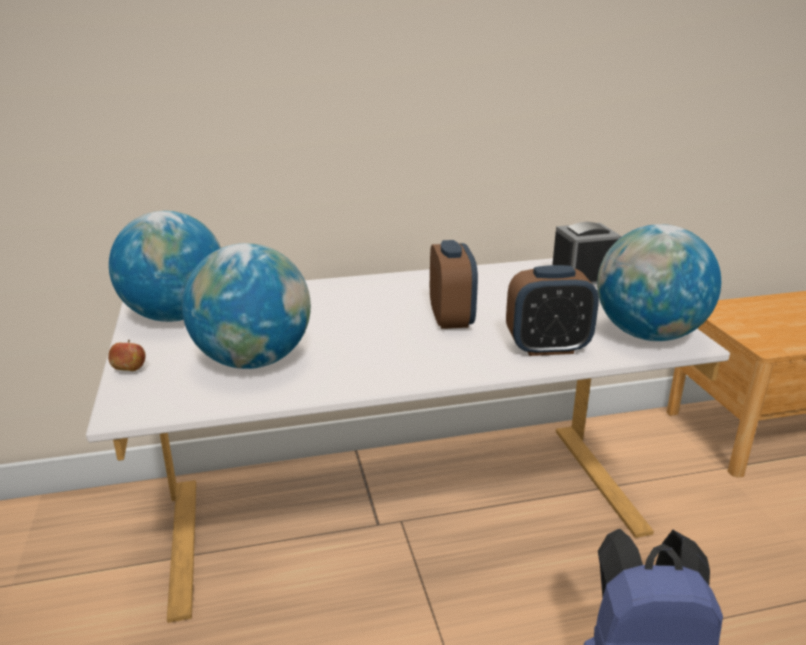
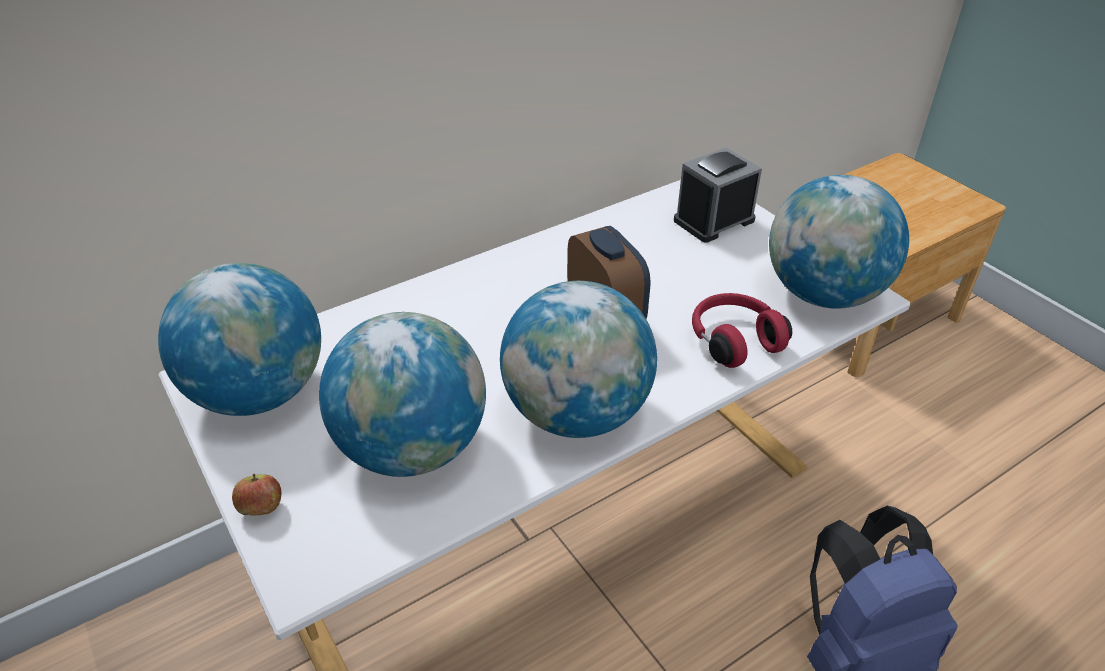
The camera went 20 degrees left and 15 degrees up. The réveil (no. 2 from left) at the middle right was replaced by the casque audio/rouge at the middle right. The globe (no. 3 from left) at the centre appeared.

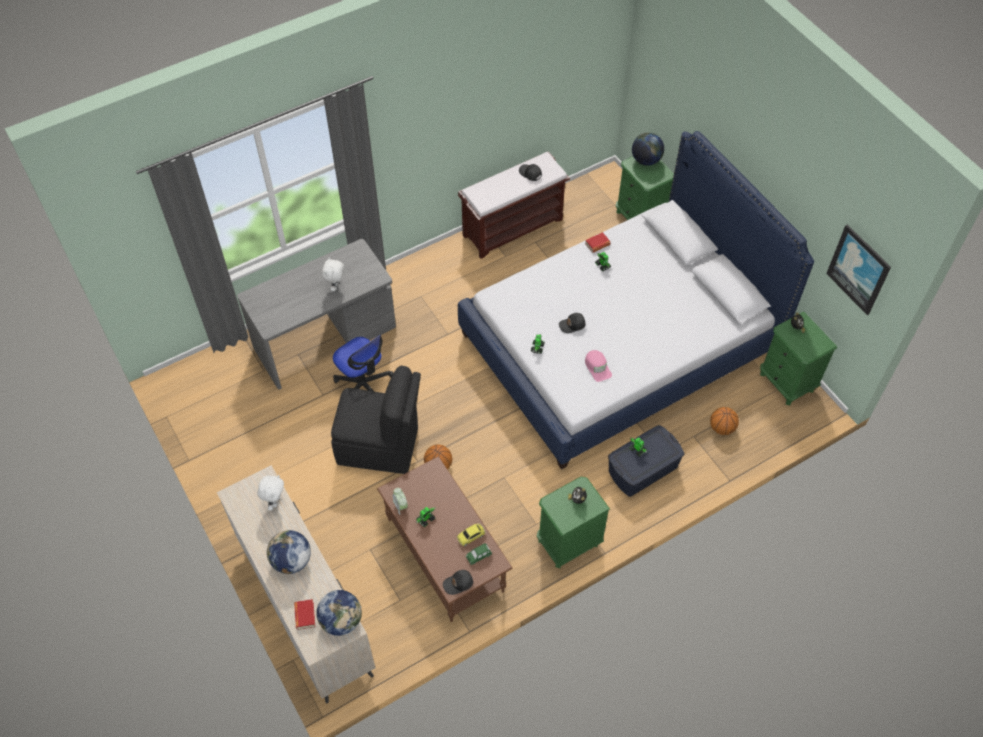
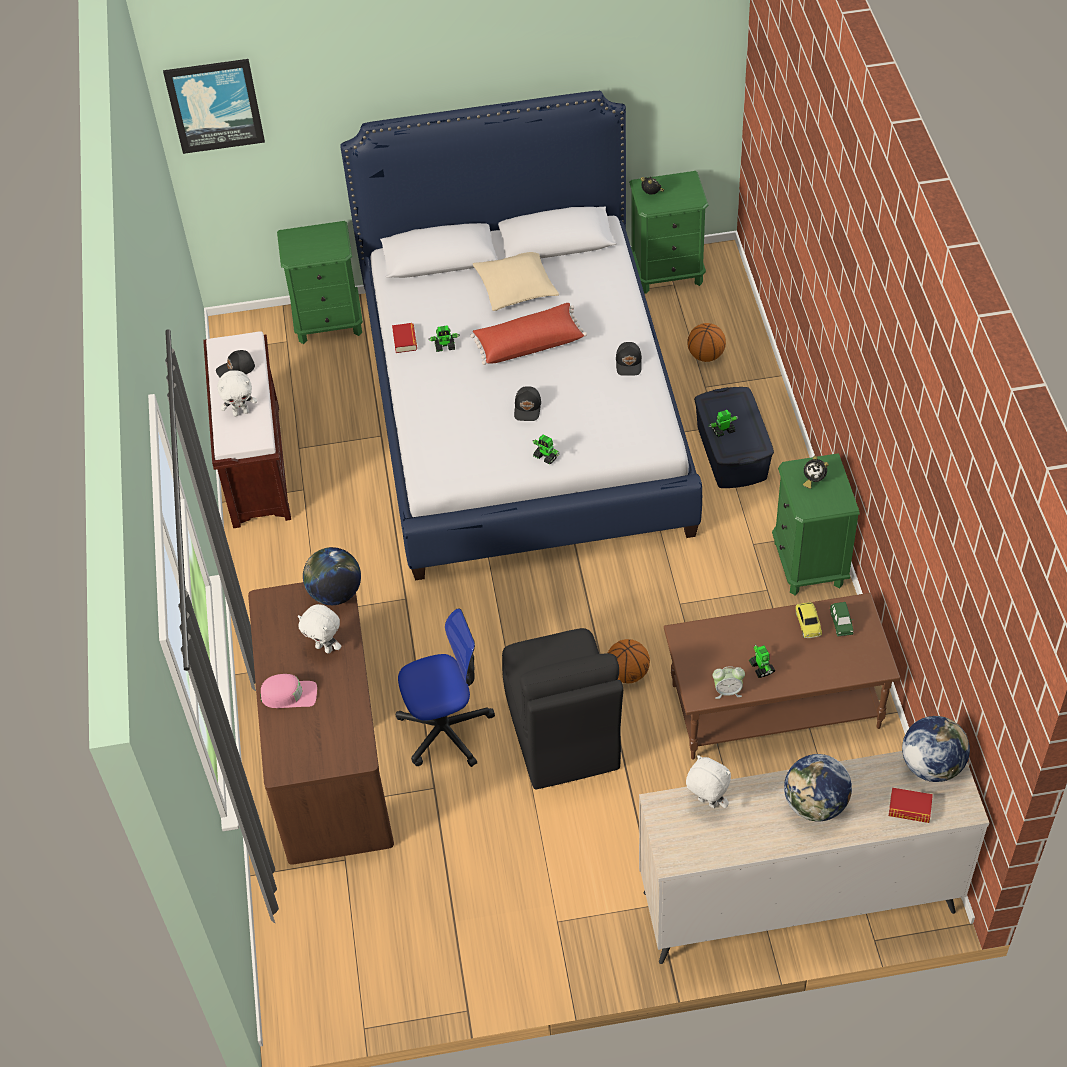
The camera went 65 degrees left and 5 degrees down. The bureau/gris at the middle left became the bureau/marron at the bottom left. The chaise/noir at the centre turned 135 degrees clockwise. The casquette/noir (no. 1 from left in the first image) moved from the bottom centre to the centre. The casquette/rose moved from the centre to the middle left. The globe (no. 3 from left in the first image) moved from the top centre to the middle left. The tableau moved from the middle right to the top left. The peluche/blanc (no. 1 from left) at the middle left appeared. The coussin/rouge at the top centre appeared. The coussin/beige at the top centre appeared.

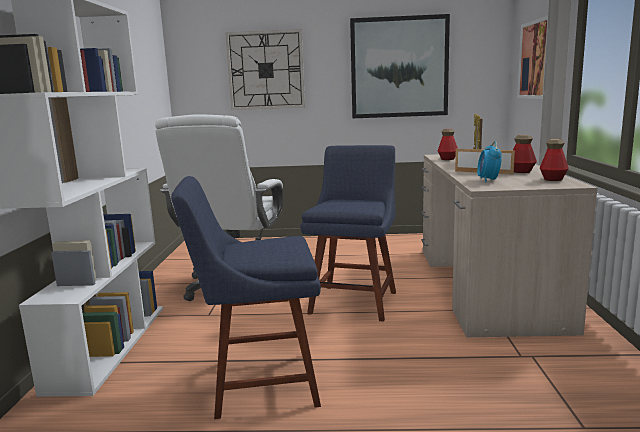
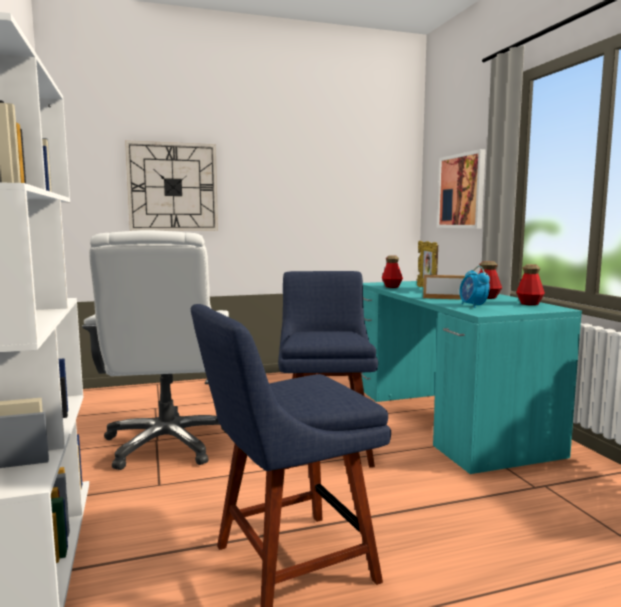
The camera went 20 degrees left and 5 degrees down. The tableau (no. 1 from left) at the top centre disappeared. The bureau/beige at the middle right became the bureau/turquoise at the middle right.

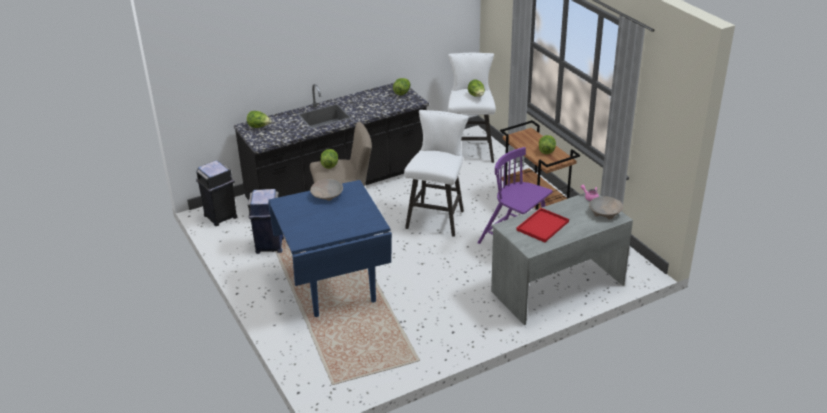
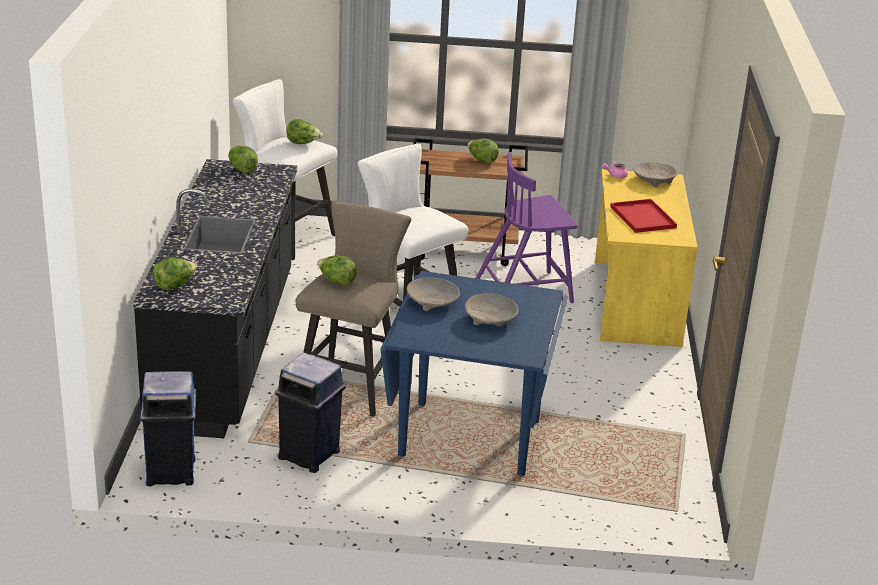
The camera went 60 degrees left and 5 degrees down. The poubelle/noir at the middle left became the poubelle/bleu (no. 1 from left) at the bottom left. The bureau/gris at the middle right became the bureau/jaune at the middle right. The bol/beige (no. 2 from left) at the centre appeared.

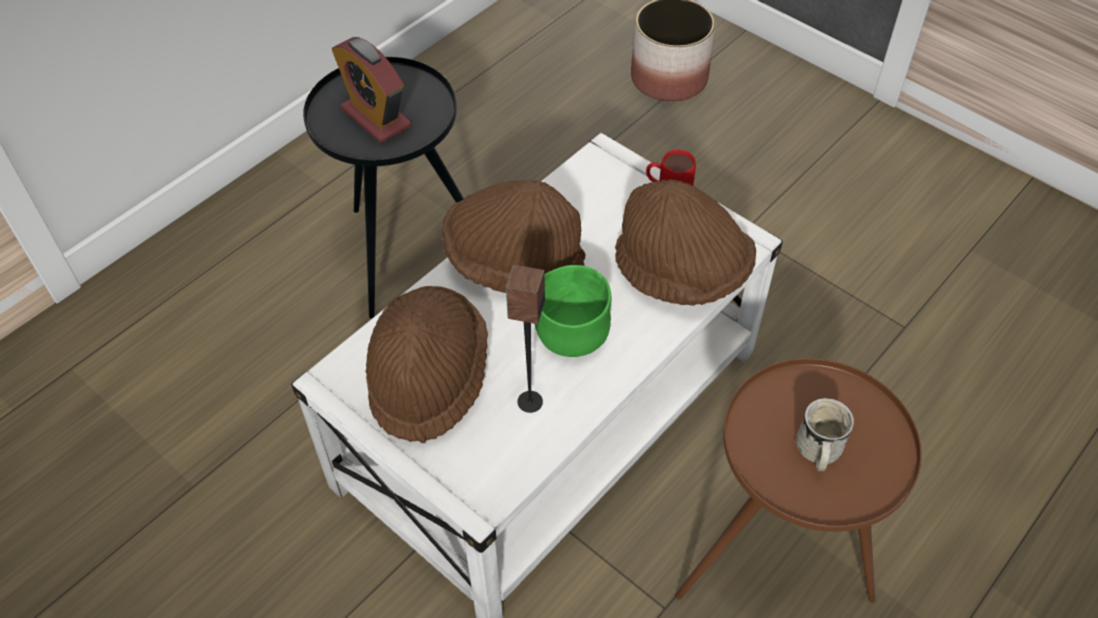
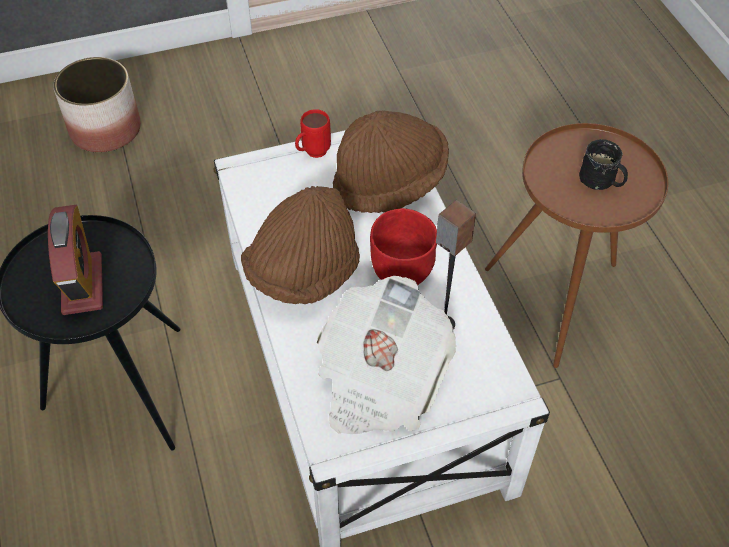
The camera went 60 degrees left and 0 degrees up. The réveil at the top centre turned 90 degrees counterclockwise. The chapeau/marron (no. 1 from left) at the centre was replaced by the journal at the centre. The bol/vert at the centre became the bol/rouge at the centre. The mug/blanc at the bottom right became the mug/noir at the top right.

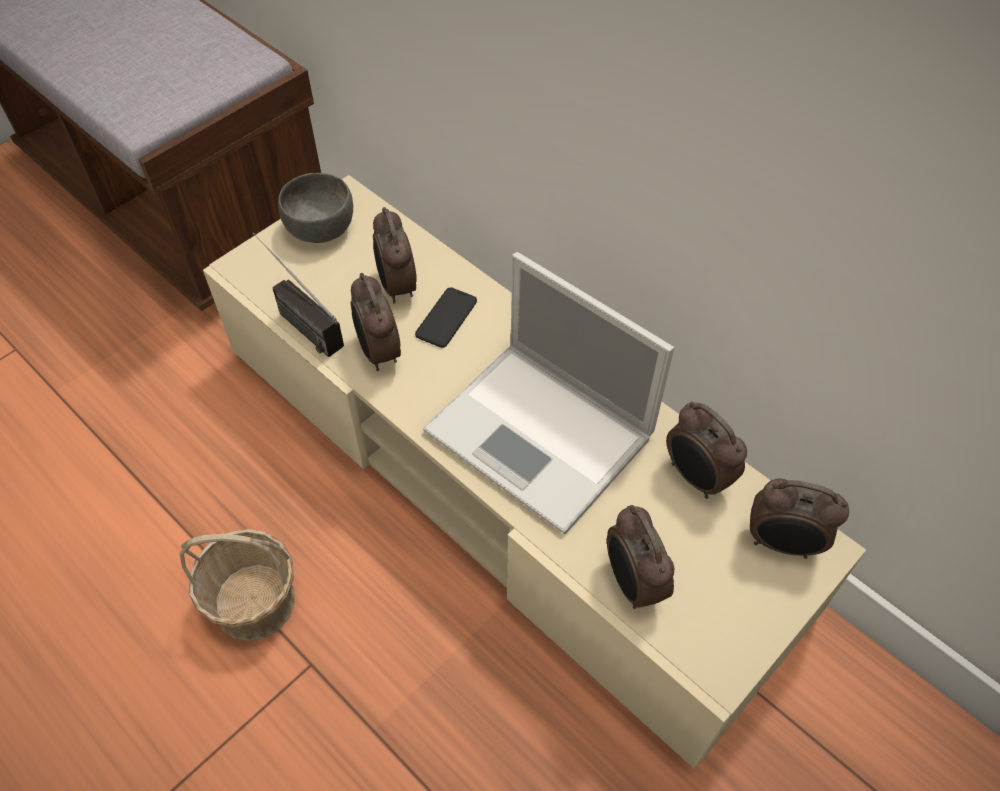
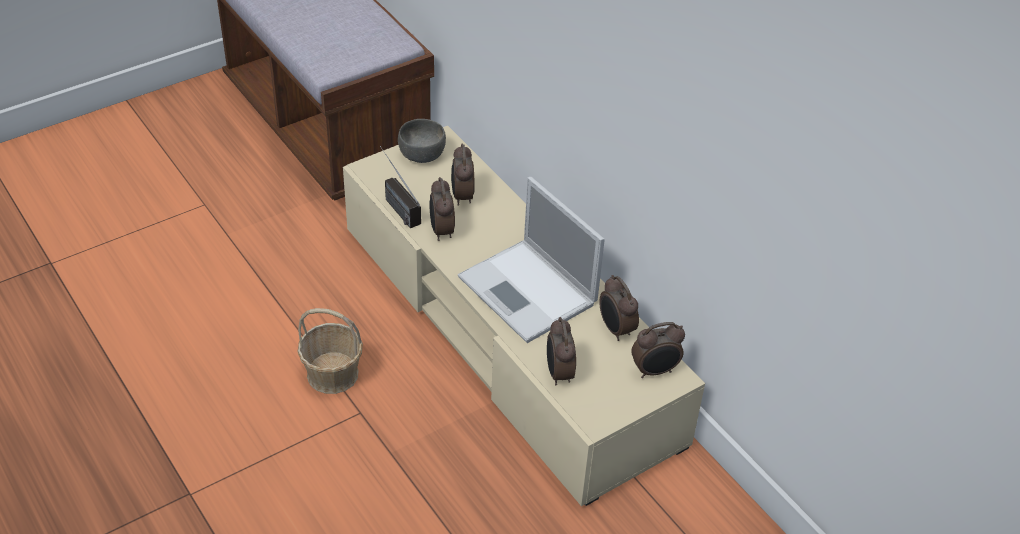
The camera went 10 degrees right and 10 degrees down. The téléphone at the centre disappeared. The réveil (no. 5 from left) at the middle right turned 45 degrees counterclockwise.

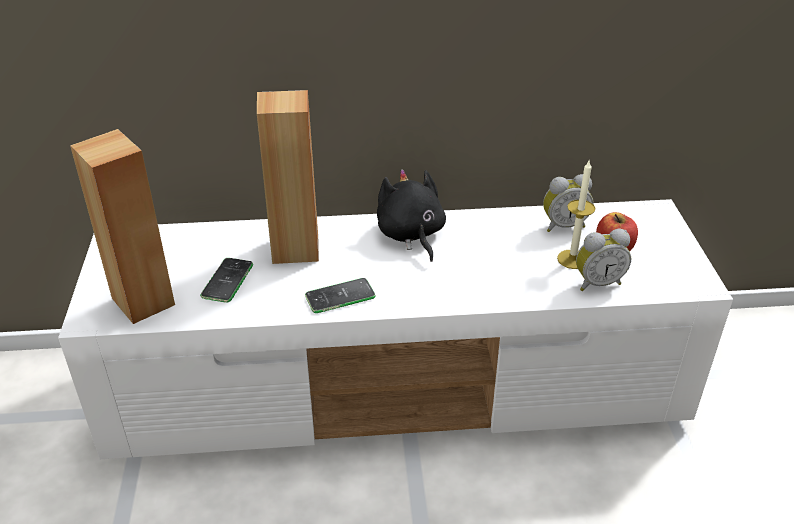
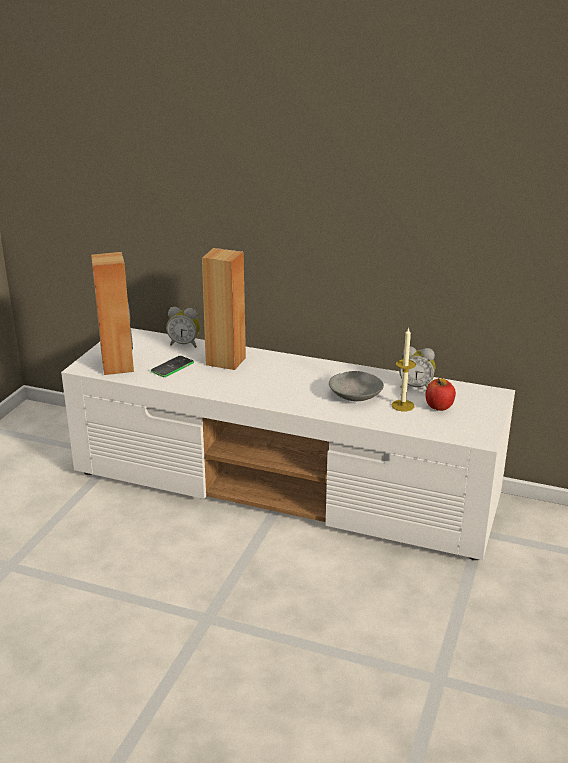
The camera went 25 degrees right and 10 degrees down. The téléphone (no. 2 from left) at the centre disappeared. The peluche/noir at the centre disappeared. The réveil (no. 2 from left in the first image) moved from the middle right to the middle left. The bol/gris at the centre appeared.

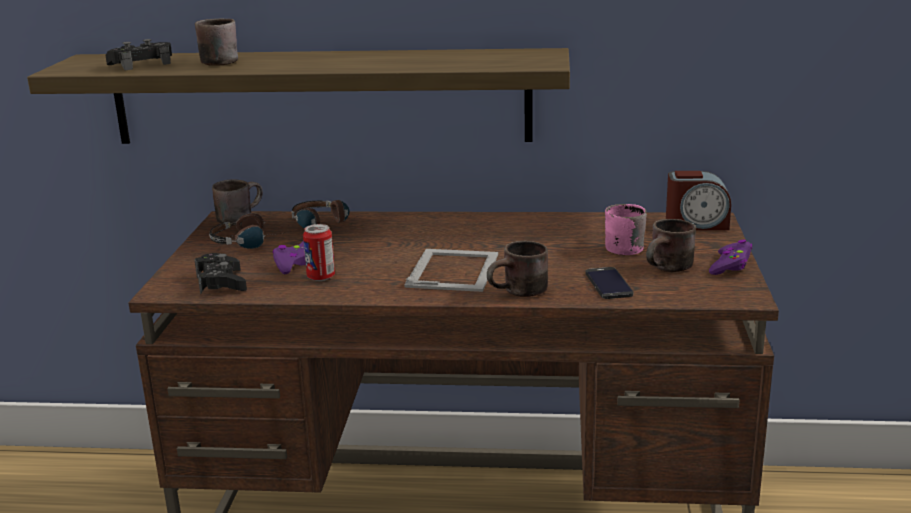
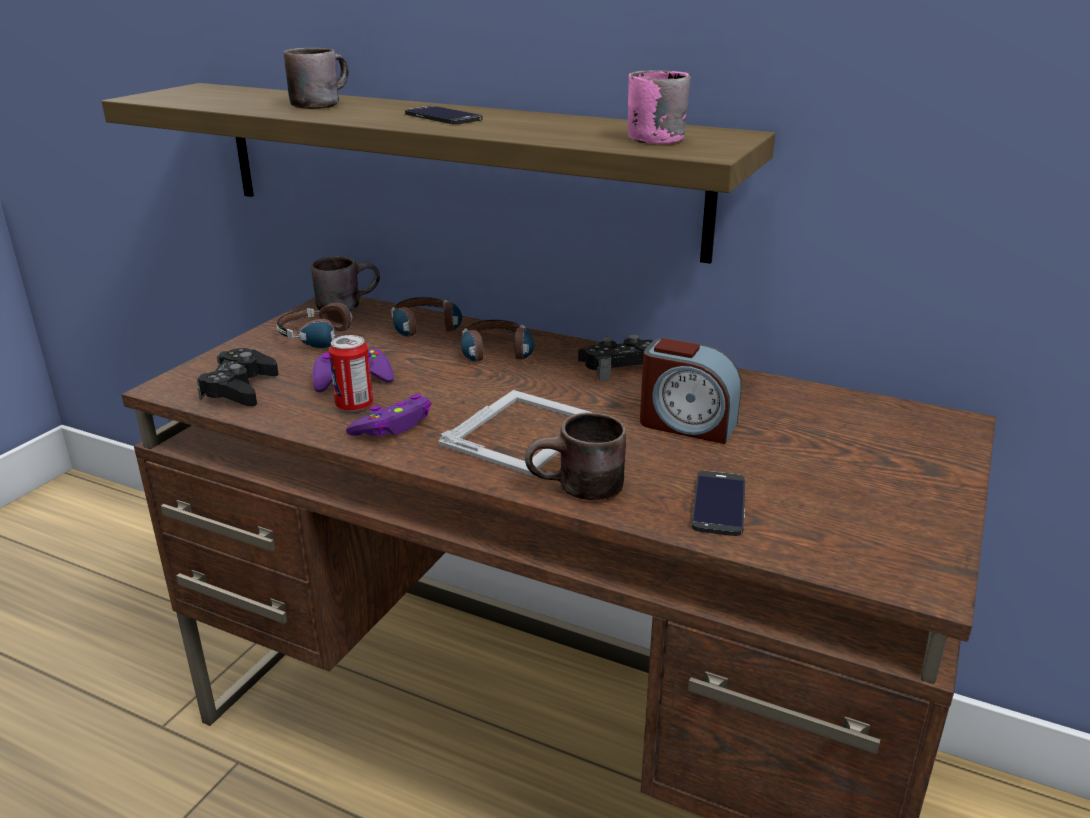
The camera went 20 degrees right and 5 degrees up. The manette/noir (no. 1 from left in the first image) moved from the top left to the centre. The mug/rose moved from the middle right to the top centre. The mug/marron (no. 4 from left) at the middle right disappeared. The réveil moved from the middle right to the centre. The manette/violet (no. 2 from left) moved from the middle right to the centre. The téléphone (no. 1 from left) at the top centre appeared. The casque audio (no. 3 from left) at the centre appeared.

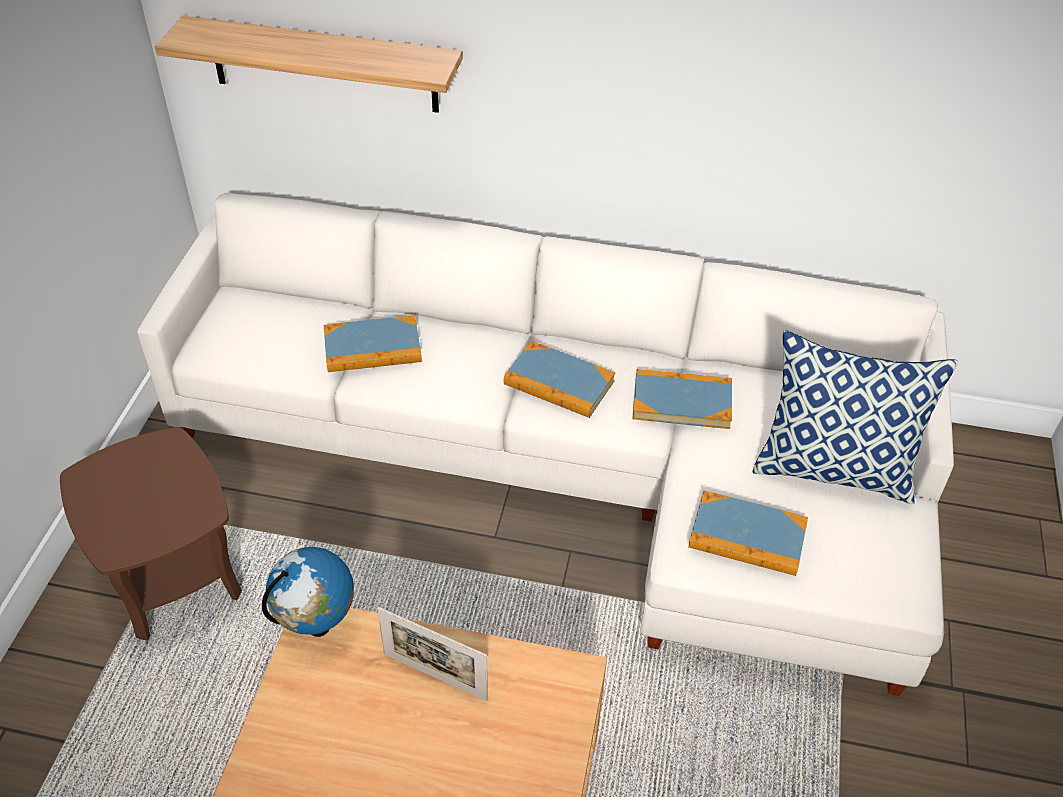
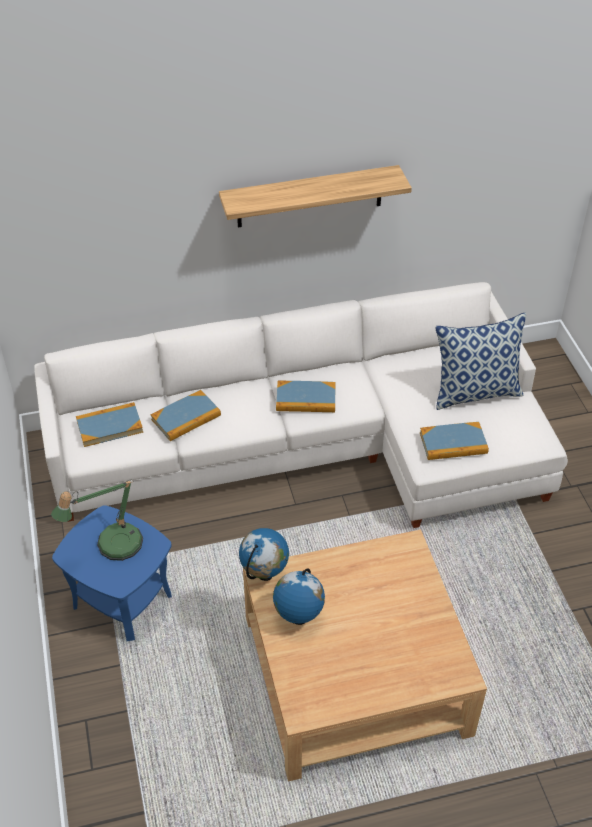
The camera went 25 degrees left and 0 degrees up. The table d'appoint/marron at the bottom left became the table d'appoint/bleu at the bottom left. The étagère moved from the top left to the top centre. The cadre photo at the bottom centre disappeared. The livre (no. 3 from left in the first image) moved from the centre to the middle left. The lampe de table at the middle left appeared. The globe (no. 2 from left) at the bottom centre appeared.

